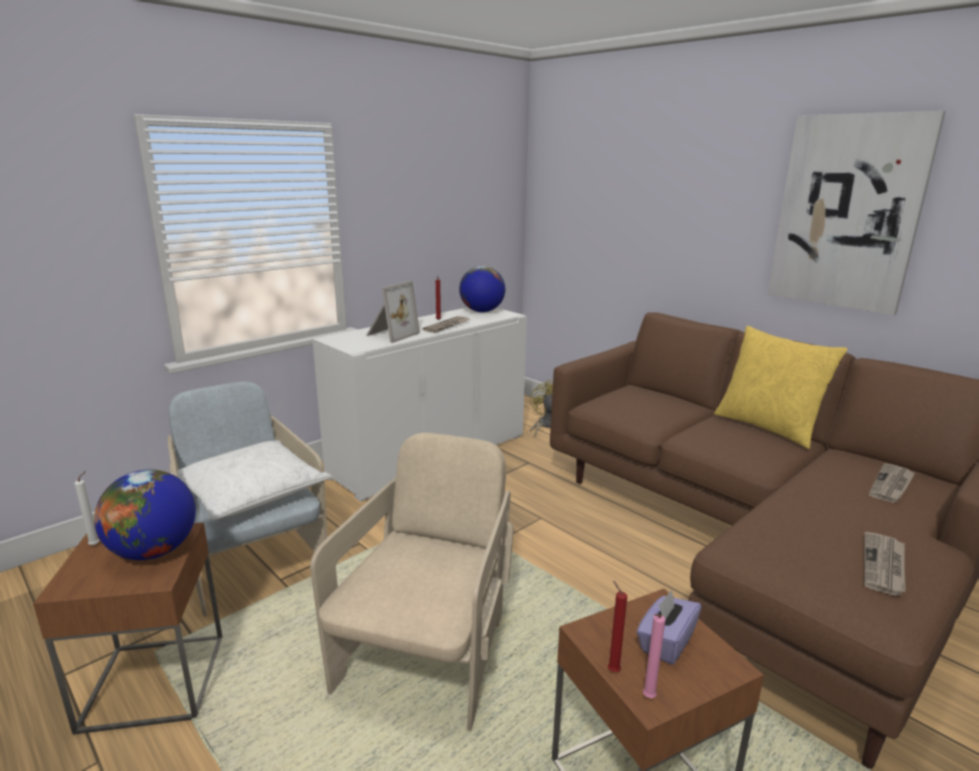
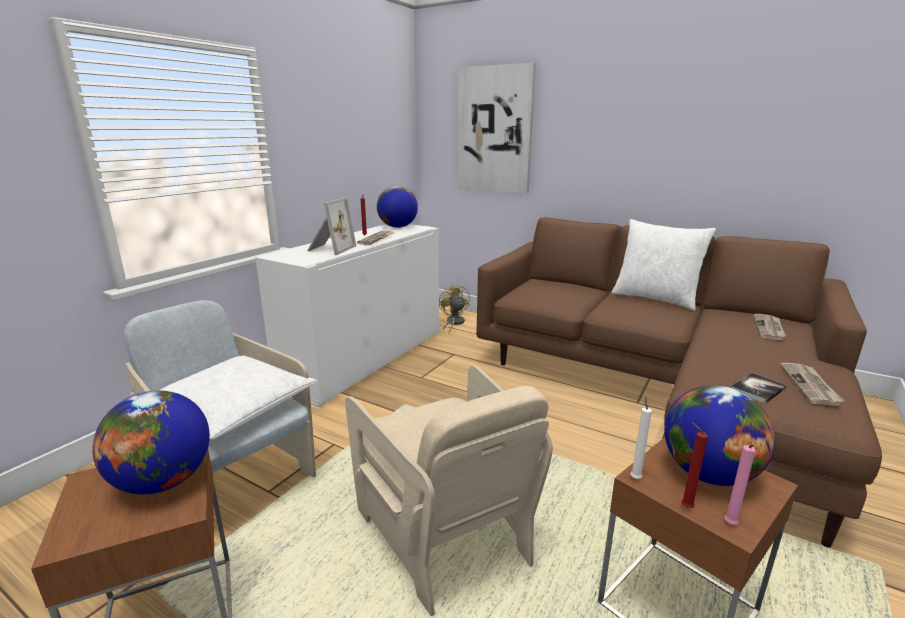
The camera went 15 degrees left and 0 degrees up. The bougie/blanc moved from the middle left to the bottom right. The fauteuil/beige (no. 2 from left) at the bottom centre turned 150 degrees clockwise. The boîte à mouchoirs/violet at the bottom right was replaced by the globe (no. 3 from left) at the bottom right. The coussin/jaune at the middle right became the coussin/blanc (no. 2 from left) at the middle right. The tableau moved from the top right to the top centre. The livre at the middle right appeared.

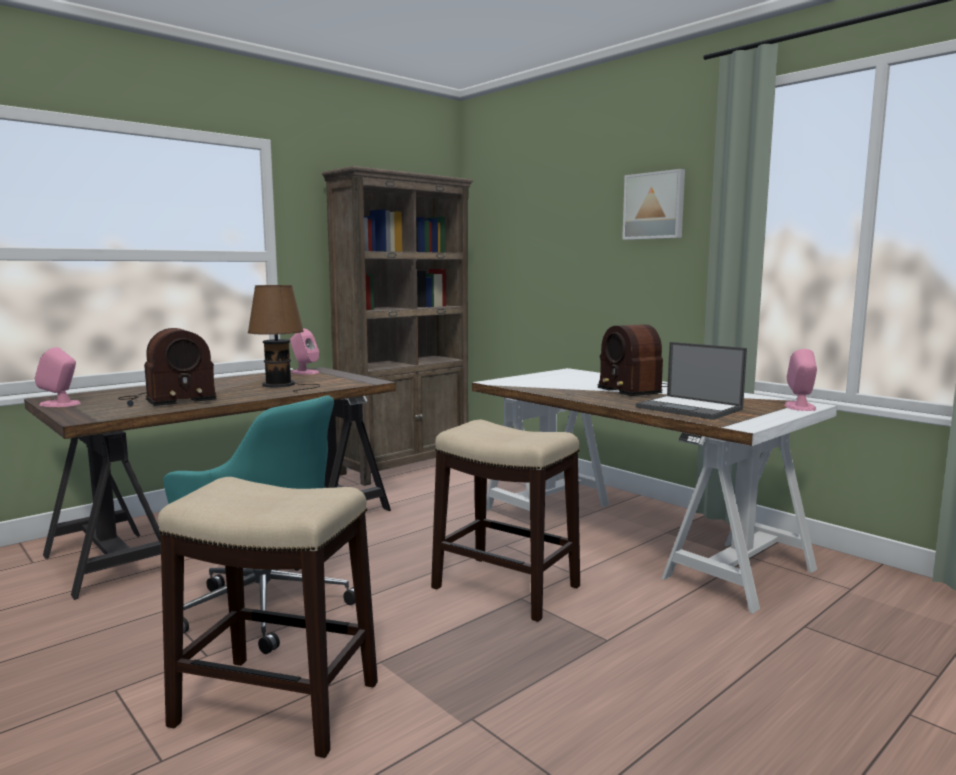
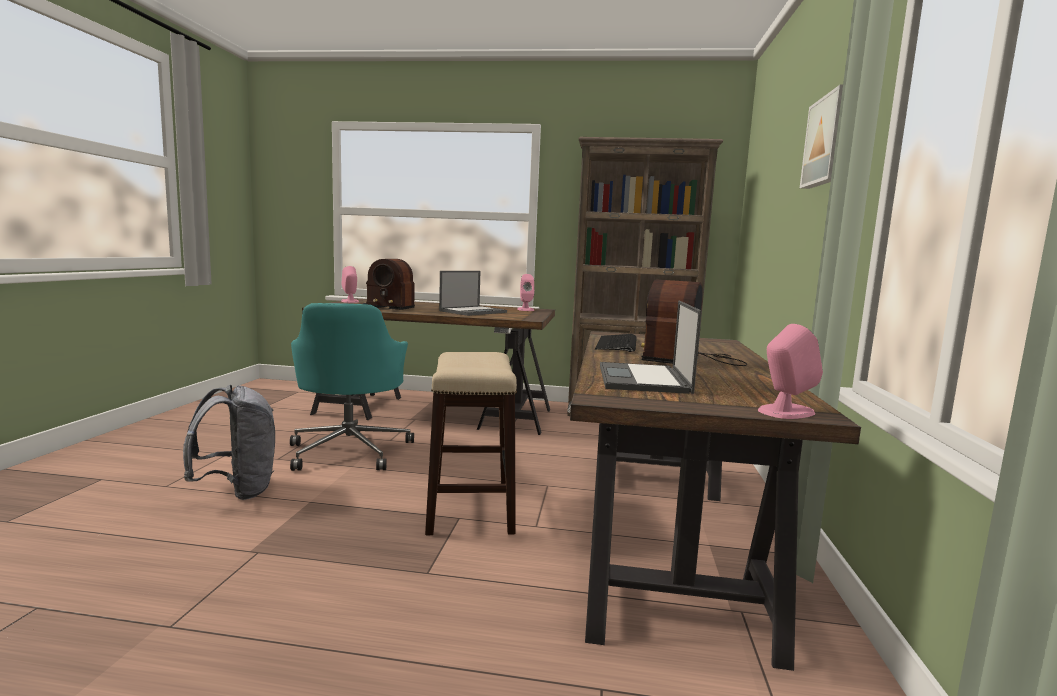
The camera went 50 degrees right and 0 degrees up. The tabouret (no. 1 from left) at the bottom left was replaced by the sac à dos/gris at the middle left. The lampe de table/marron at the middle left was replaced by the ordinateur portable (no. 1 from left) at the centre. The bureau/blanc at the middle right became the bureau/marron (no. 2 from left) at the bottom right. The clavier at the centre appeared.

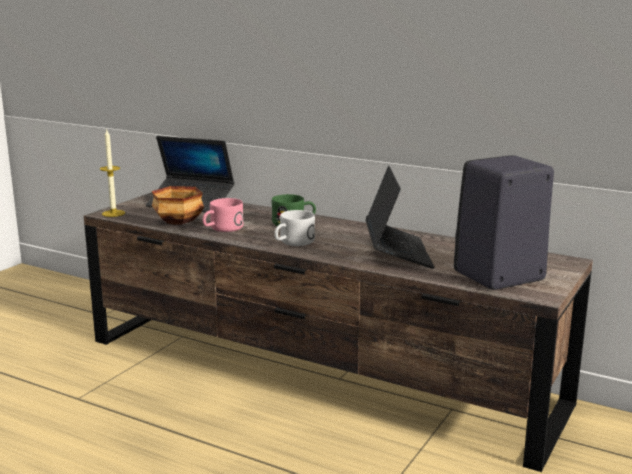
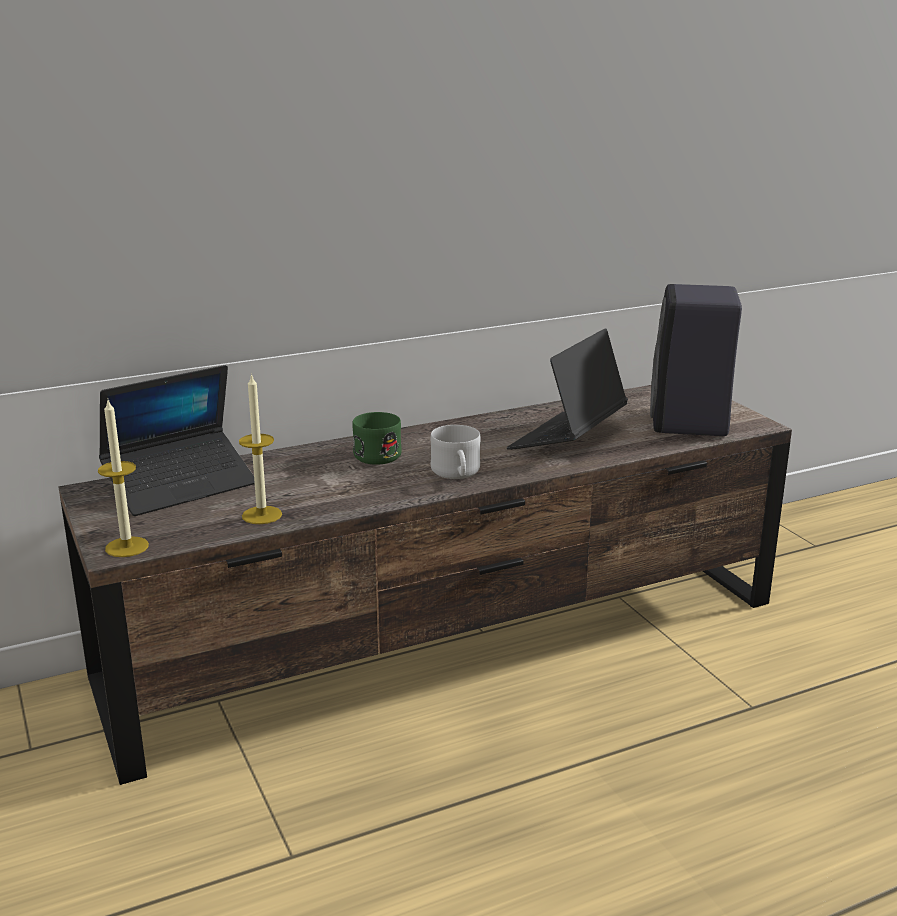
The camera went 55 degrees left and 5 degrees up. The bol at the middle left was replaced by the bougie (no. 2 from left) at the middle left. The mug/rose at the centre disappeared. The ordinateur portable (no. 2 from left) at the centre turned 90 degrees counterclockwise.

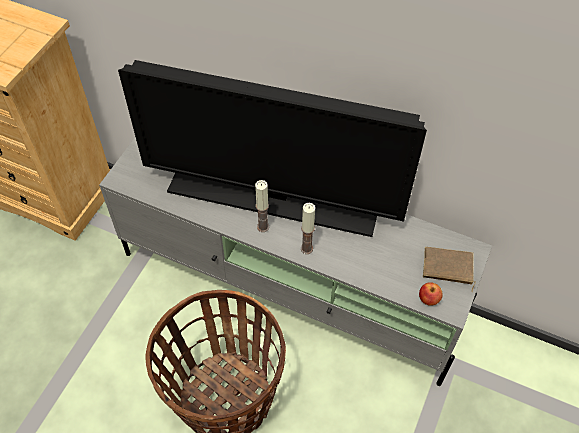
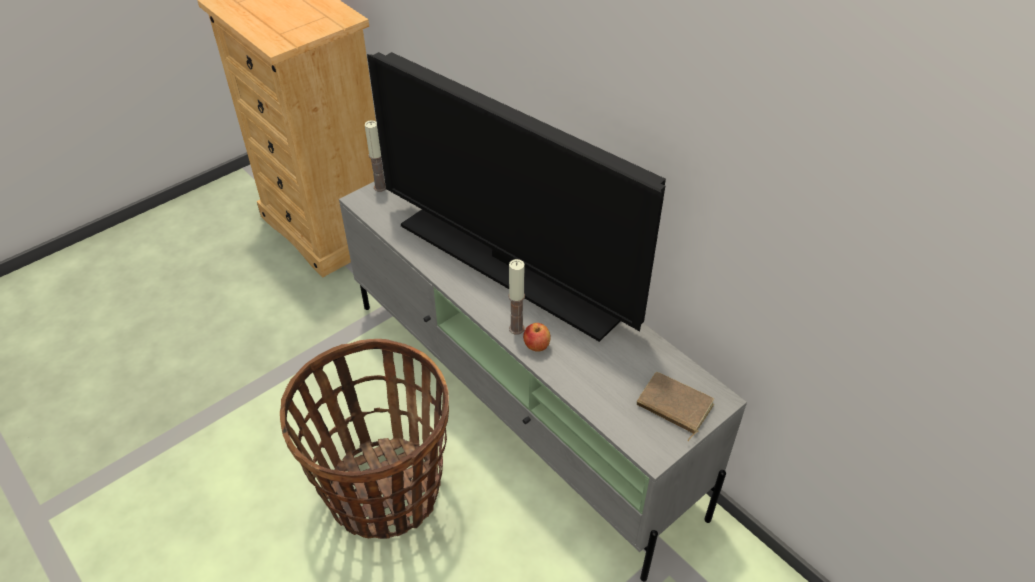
The camera went 25 degrees right and 10 degrees down. The bougie (no. 1 from left) moved from the centre to the top centre. The pomme moved from the bottom right to the centre.

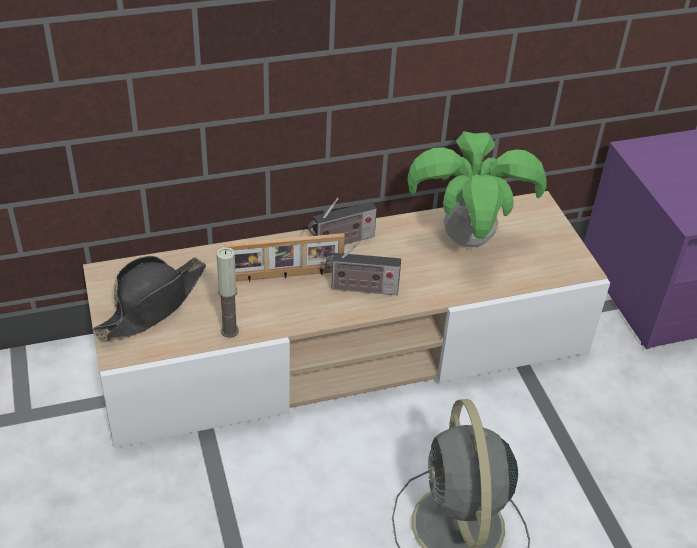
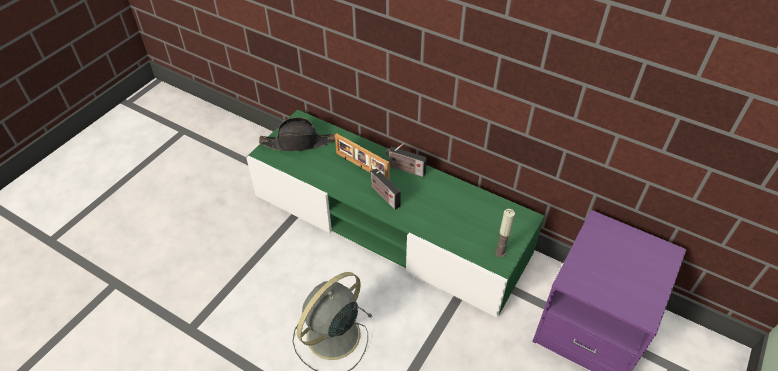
The camera went 50 degrees right and 5 degrees up. The meuble télé/beige at the centre became the meuble télé/vert at the centre. The bougie moved from the middle left to the centre. The plante en pot at the middle right disappeared.

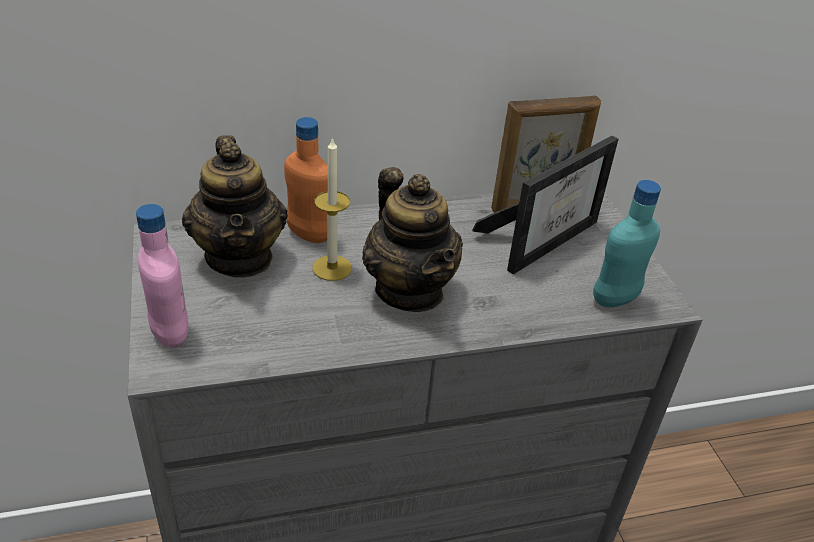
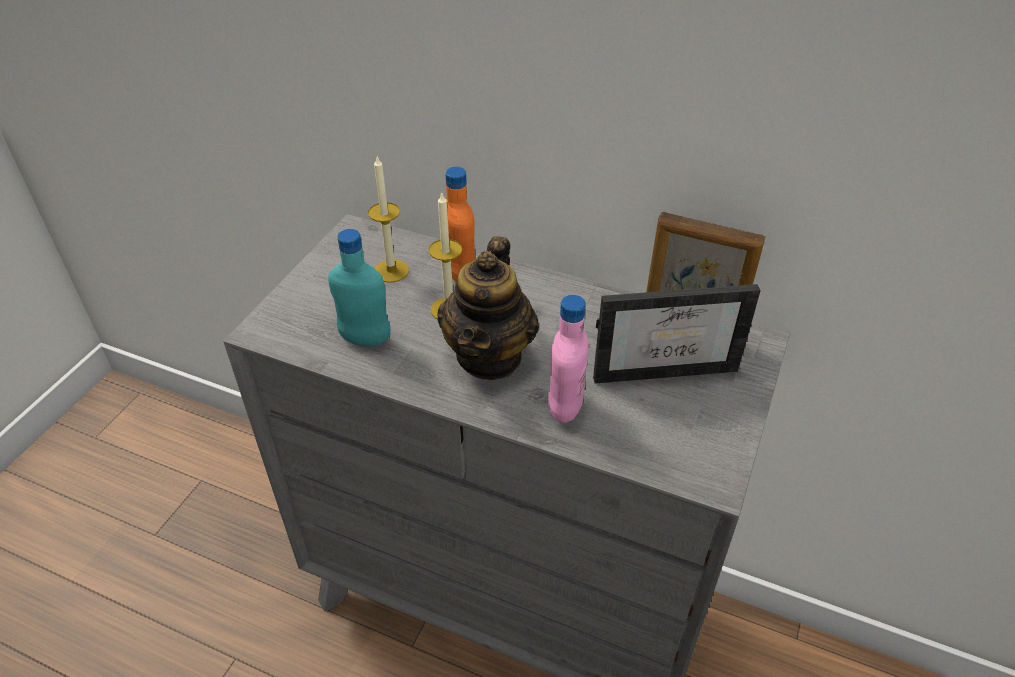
The camera went 40 degrees right and 5 degrees up. The bouteille/rose moved from the middle left to the centre. The théière (no. 1 from left) at the middle left was replaced by the bougie (no. 1 from left) at the top centre. The bouteille/turquoise moved from the middle right to the centre.

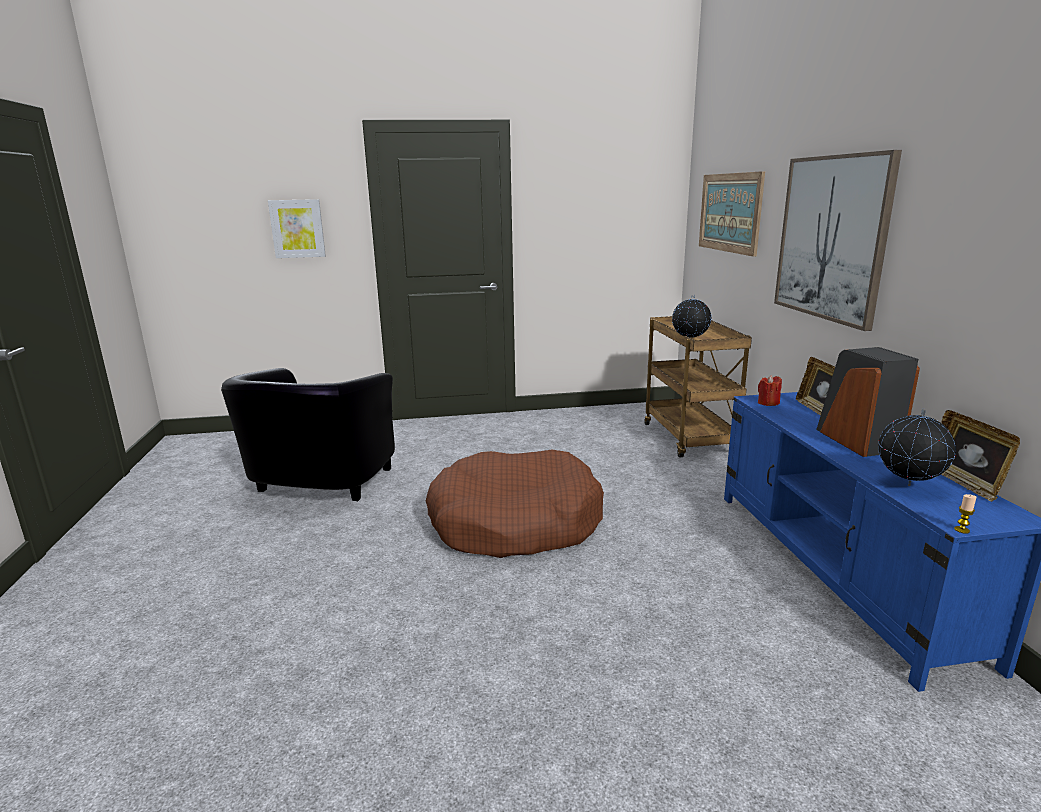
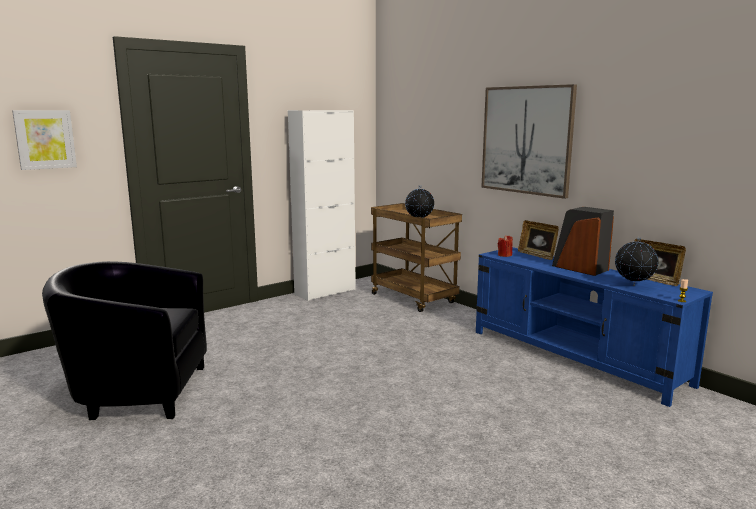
The camera went 30 degrees left and 5 degrees down. The fauteuil/noir at the middle left turned 105 degrees clockwise. The panier pour chien/marron at the centre disappeared. The tableau (no. 2 from left) at the top right disappeared. The meuble de rangement/blanc at the centre appeared.

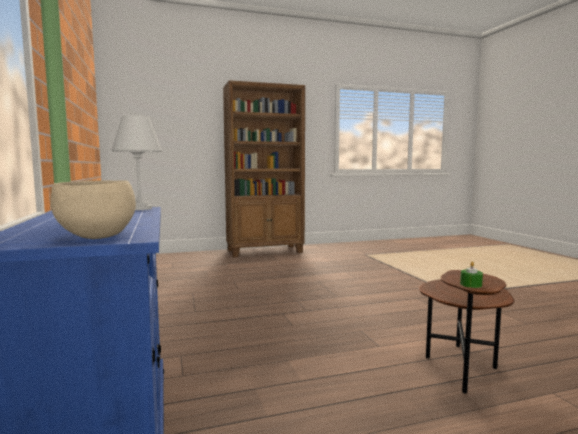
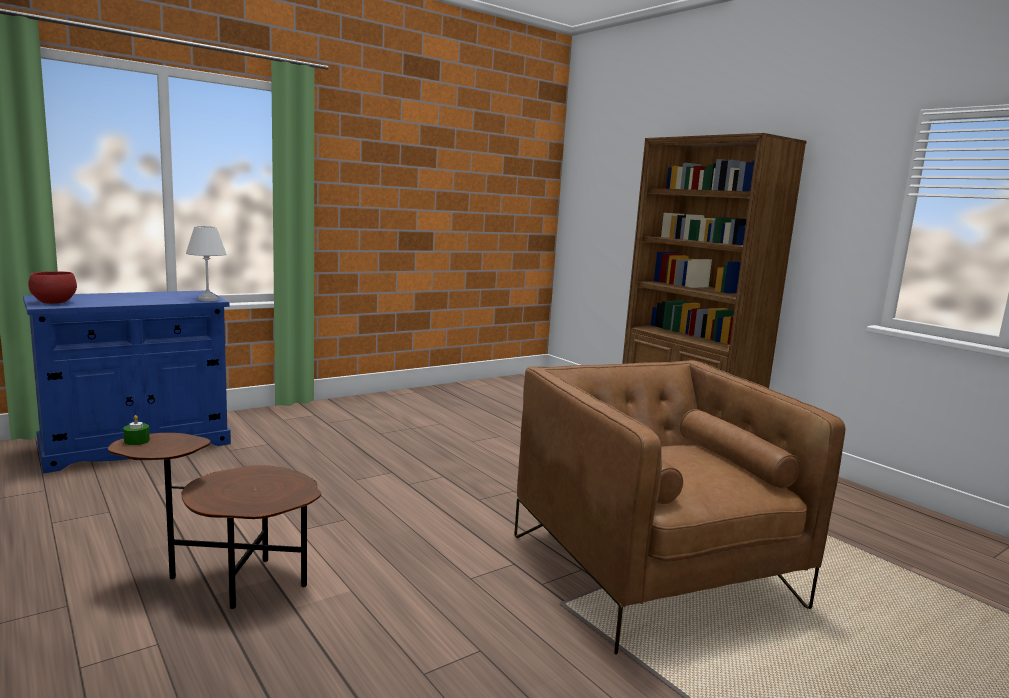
The camera went 70 degrees right and 5 degrees up. The bol/beige at the middle left became the bol/rouge at the middle left. The fauteuil/marron at the bottom right appeared.

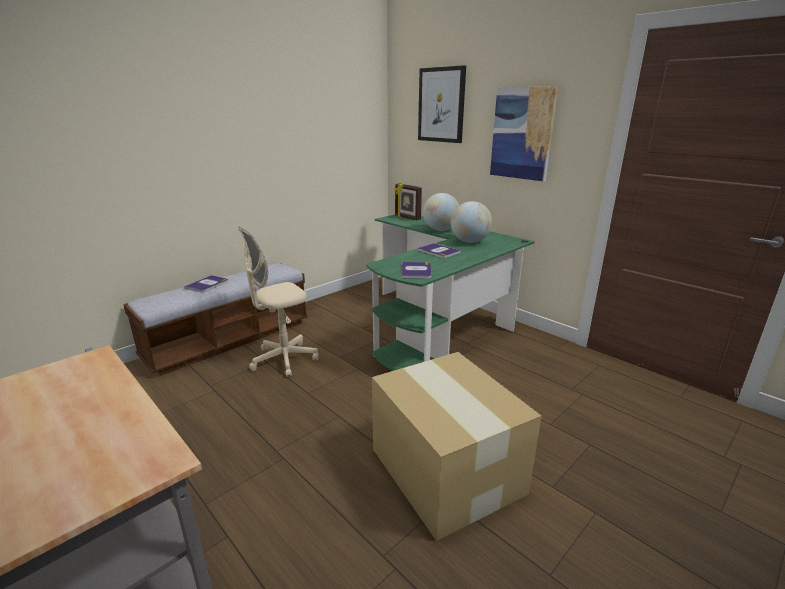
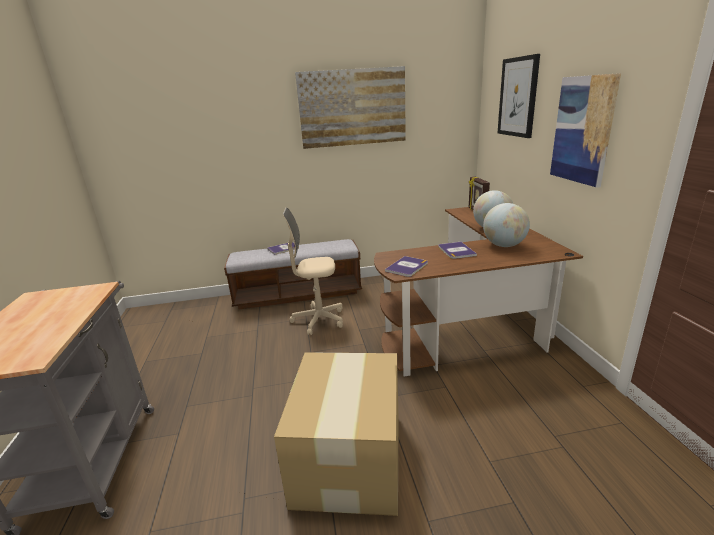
The camera went 35 degrees right and 0 degrees up. The bureau/vert at the centre became the bureau/marron at the middle right. The tableau (no. 1 from left) at the top centre appeared.

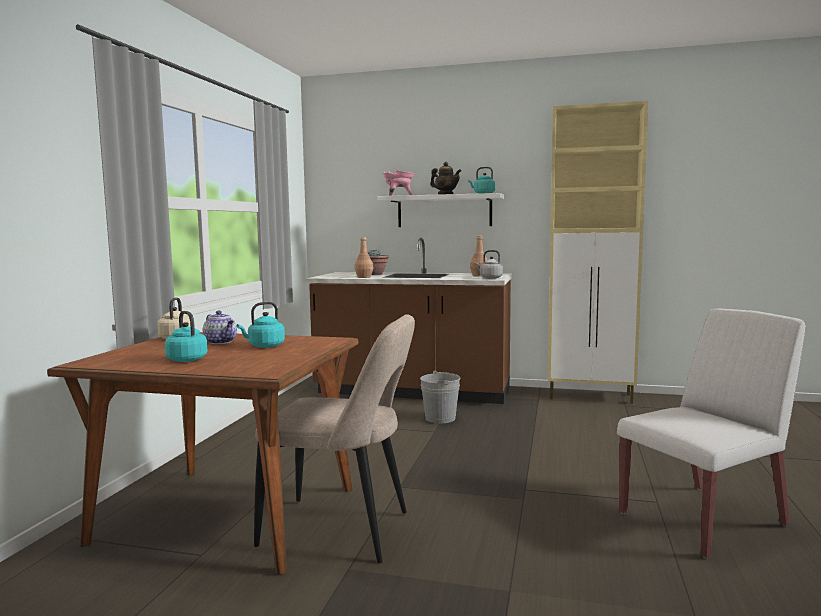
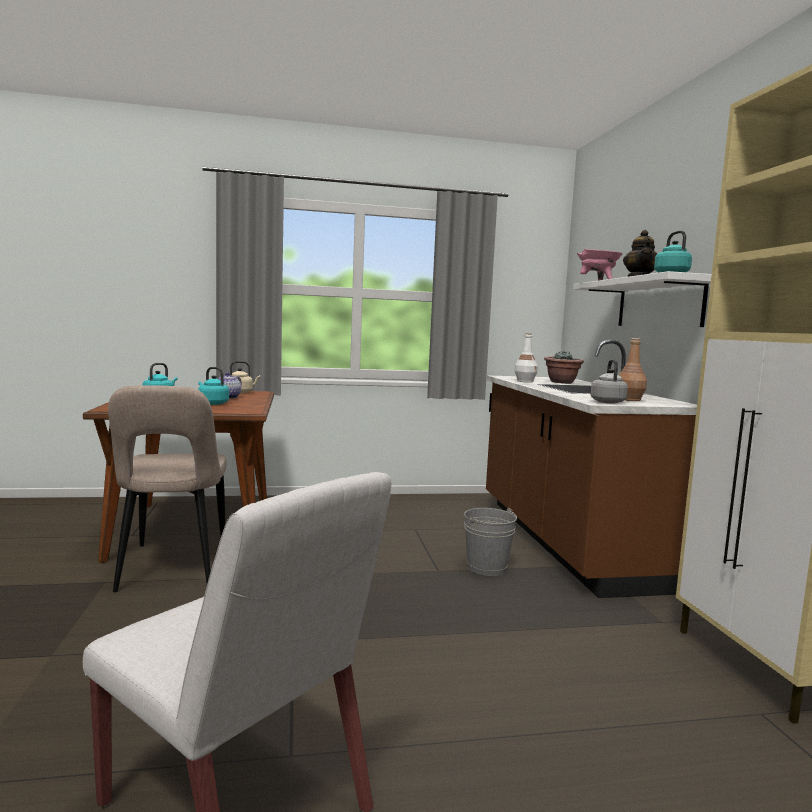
The camera went 65 degrees right and 0 degrees up. The bouteille/marron (no. 1 from left) at the centre became the bouteille/blanc at the centre.

